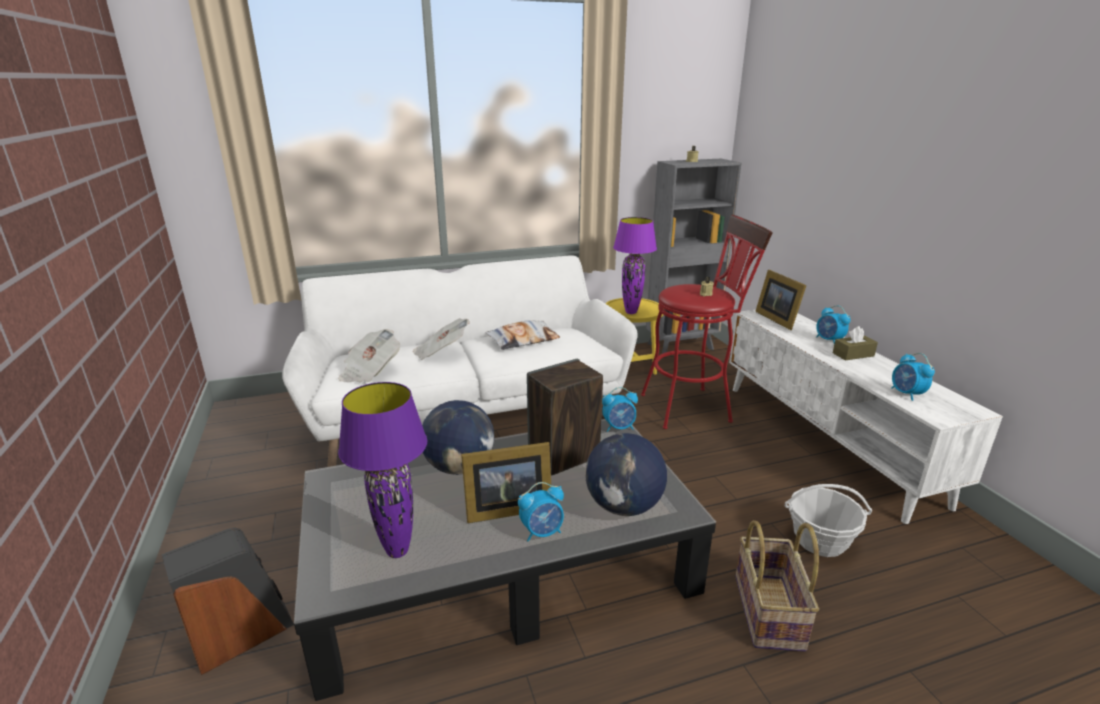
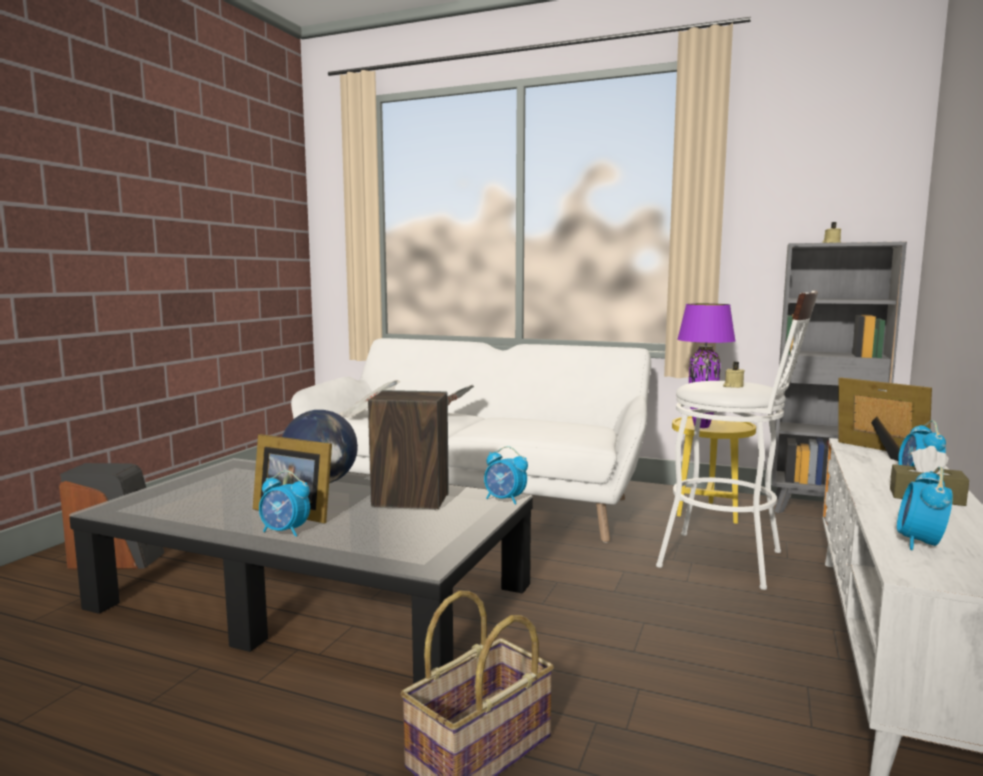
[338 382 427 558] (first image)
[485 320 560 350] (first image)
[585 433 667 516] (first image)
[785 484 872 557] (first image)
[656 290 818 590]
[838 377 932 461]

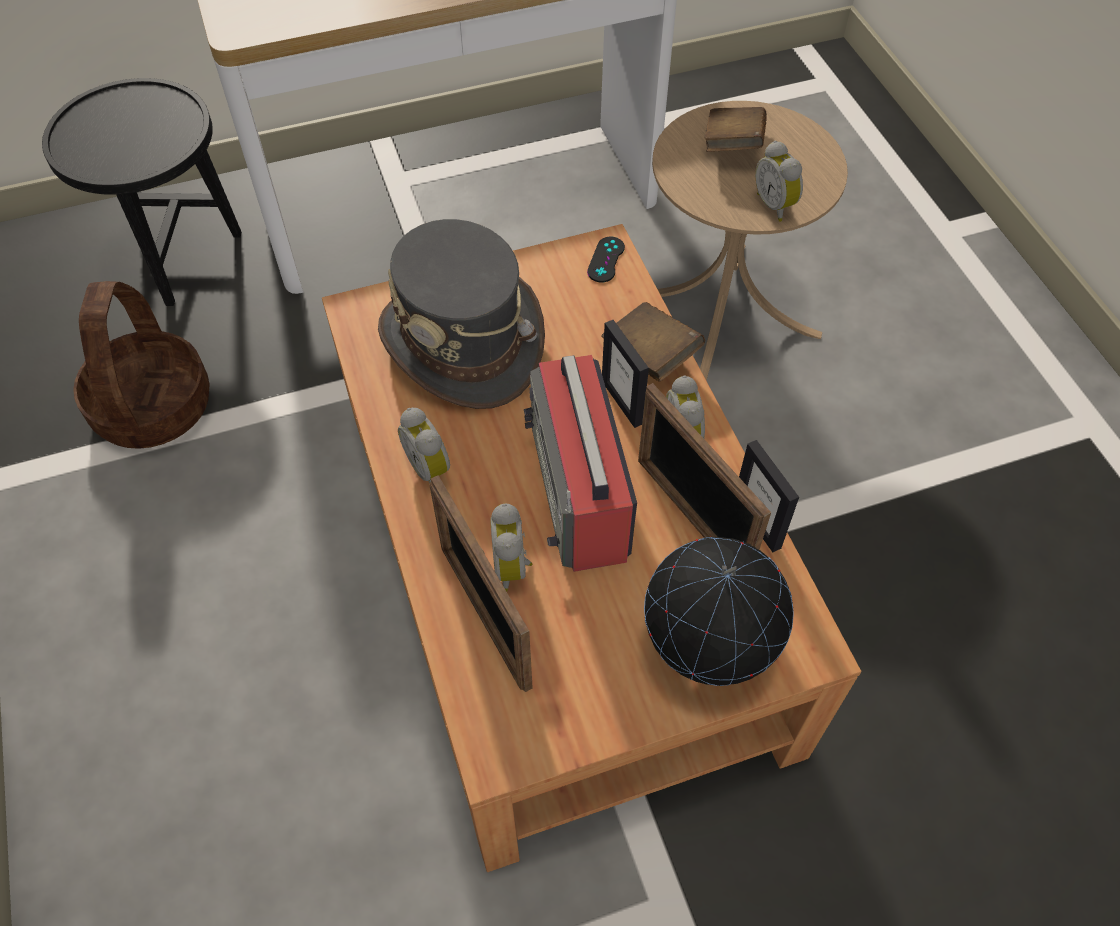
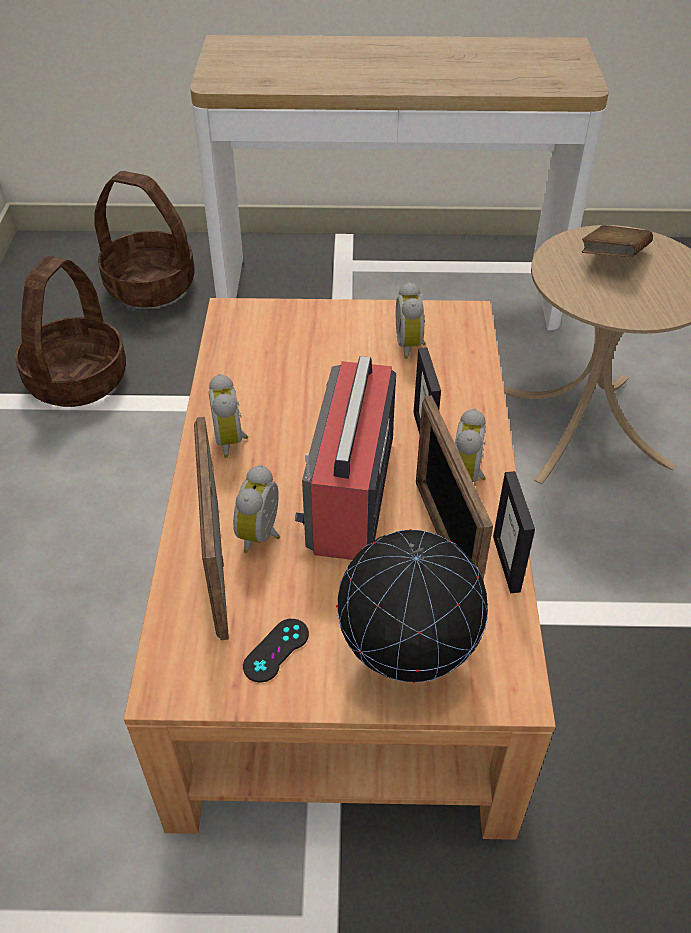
[378 219 545 409] (first image)
[601 302 705 382] (first image)
[243 619 309 682]
[396 282 426 359]
[94 171 195 308]

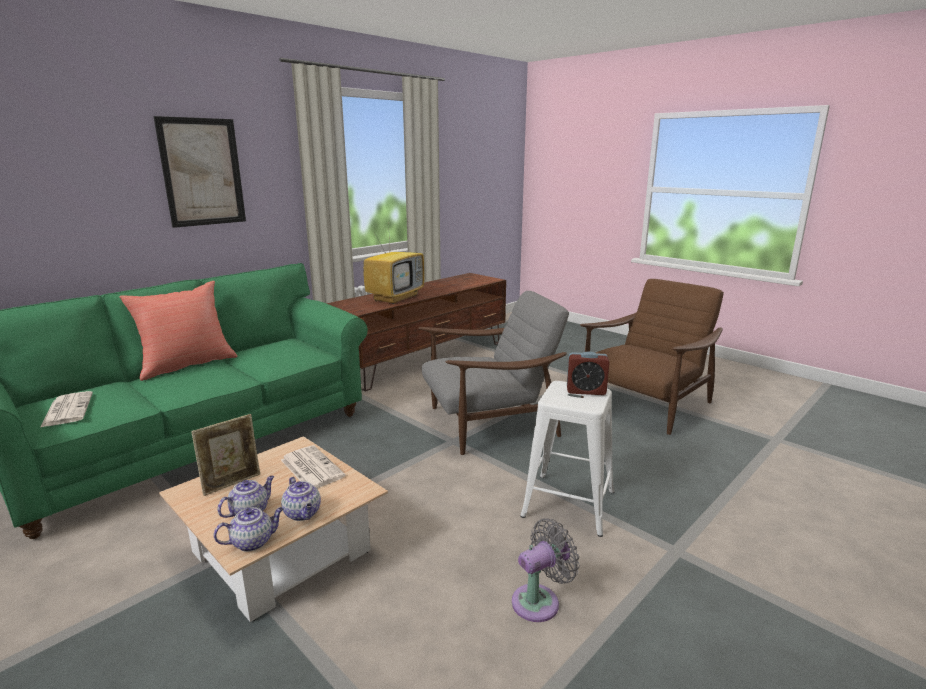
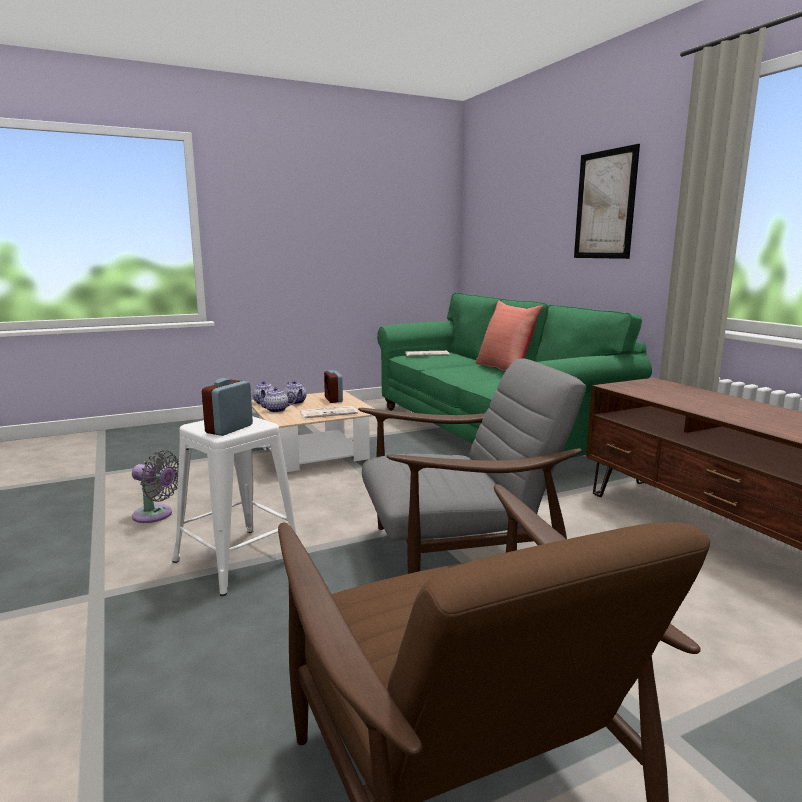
[363 220 424 304] (first image)
[324 370 343 403]
[358 359 586 574]
[132 450 179 523]

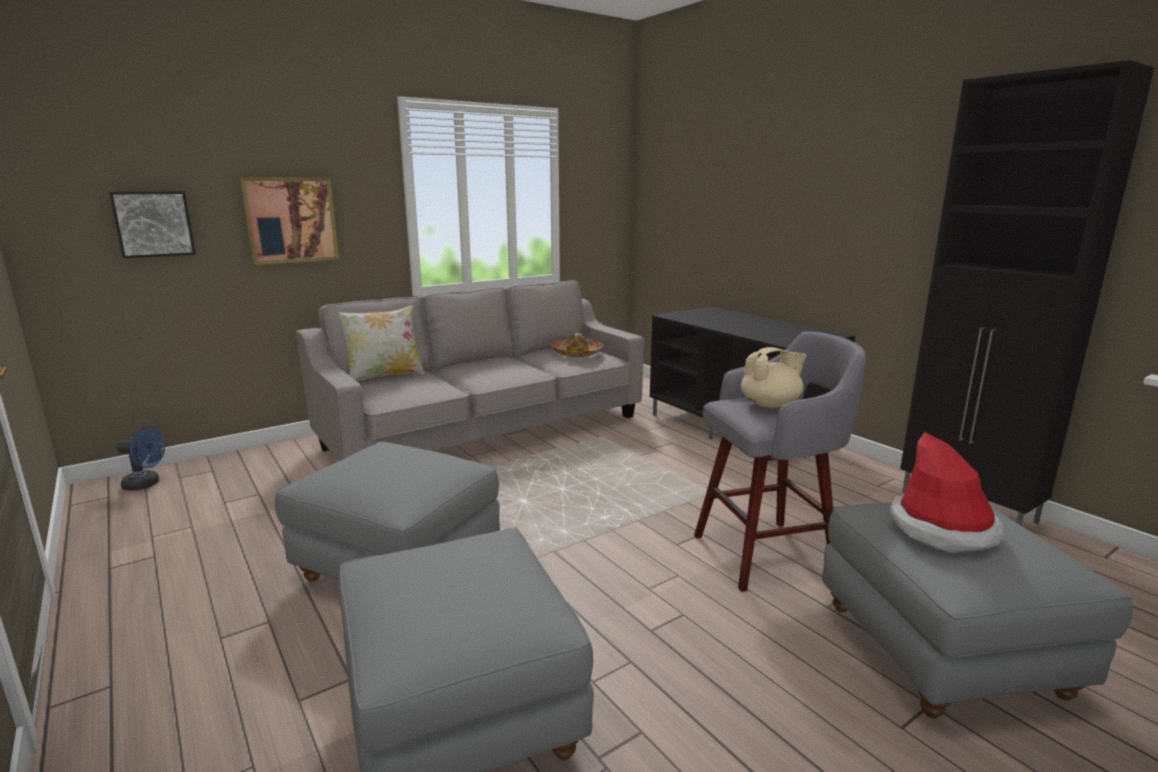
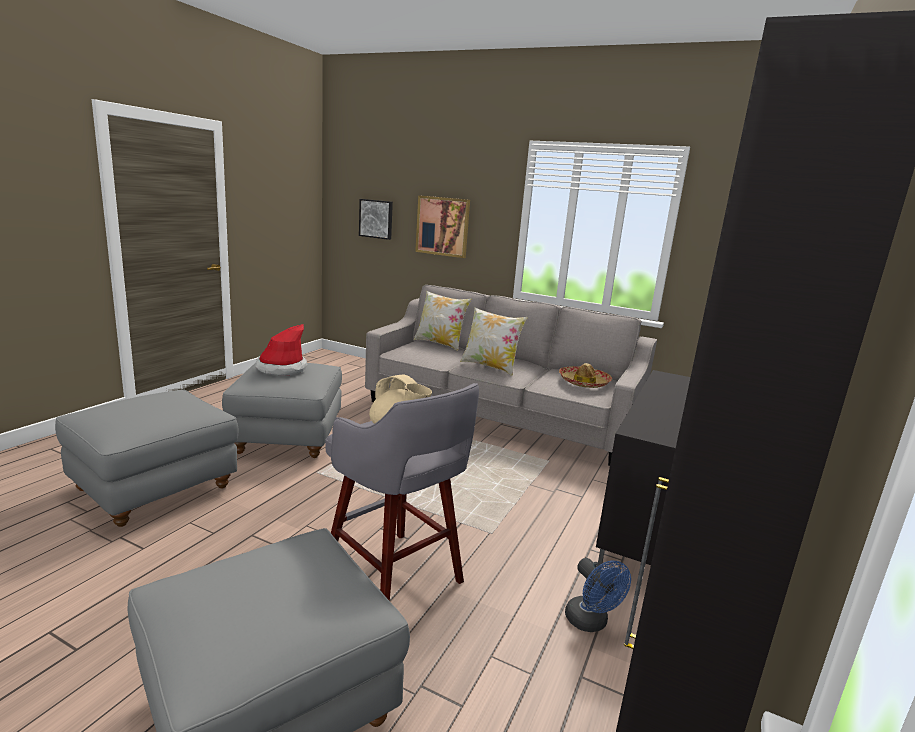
[460 307 528 376]
[565 558 631 632]
[255 324 307 376]

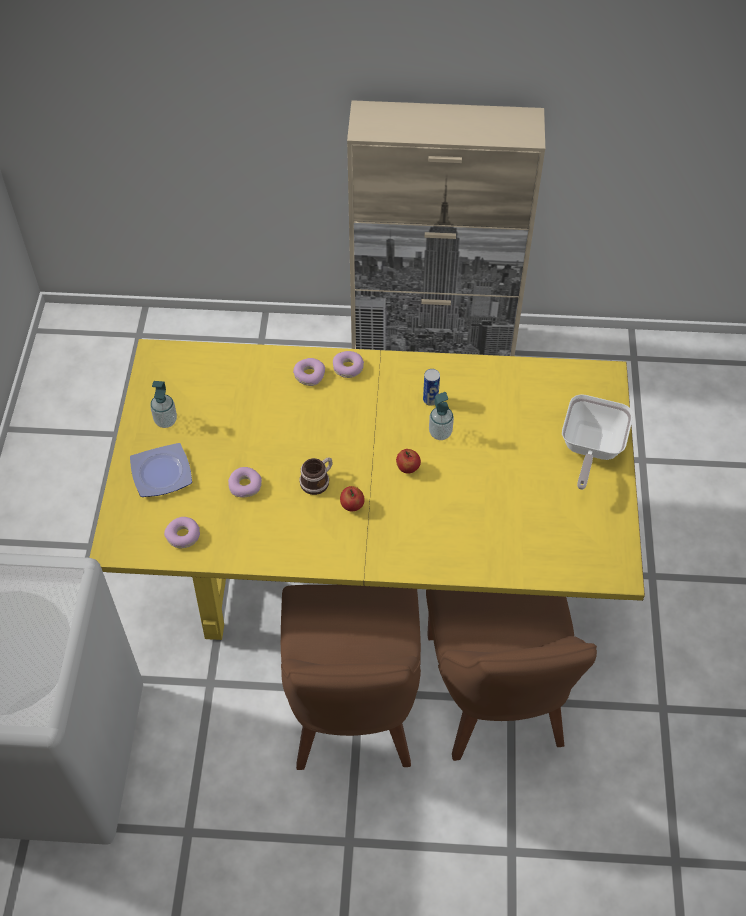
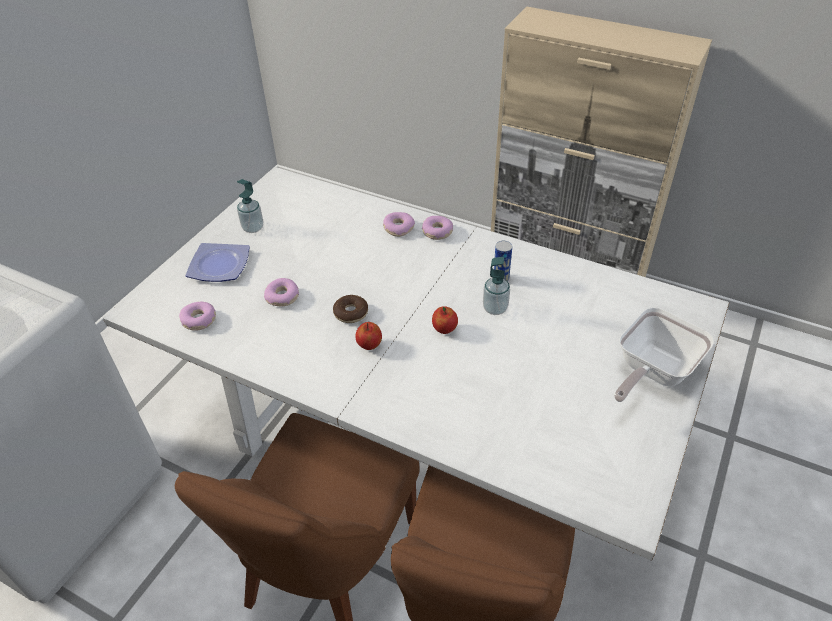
[333 295 368 323]
[103 167 729 561]

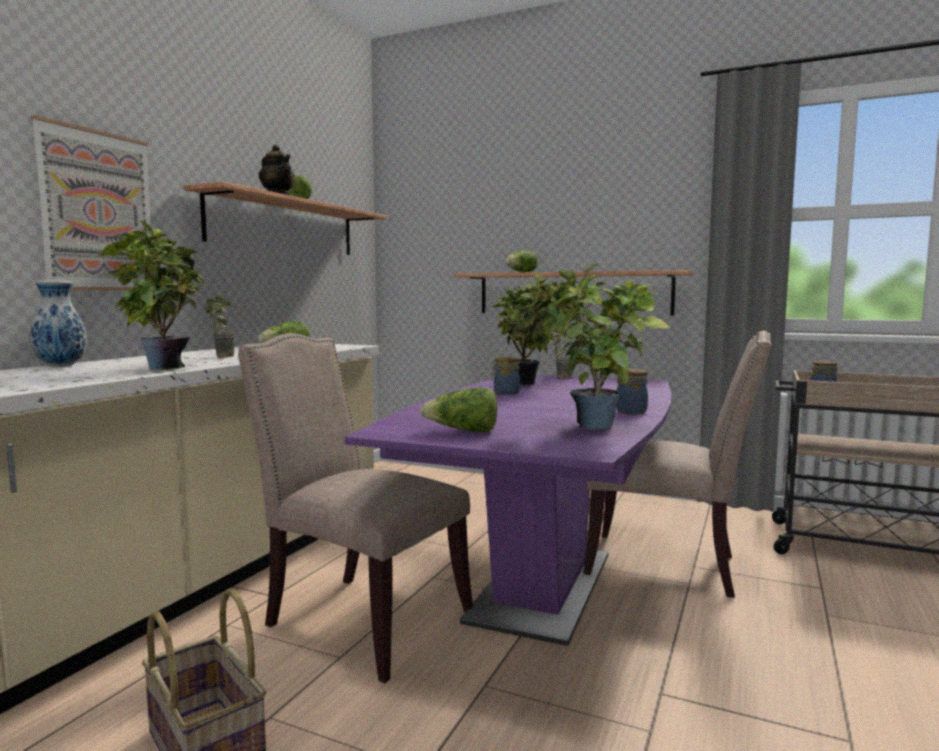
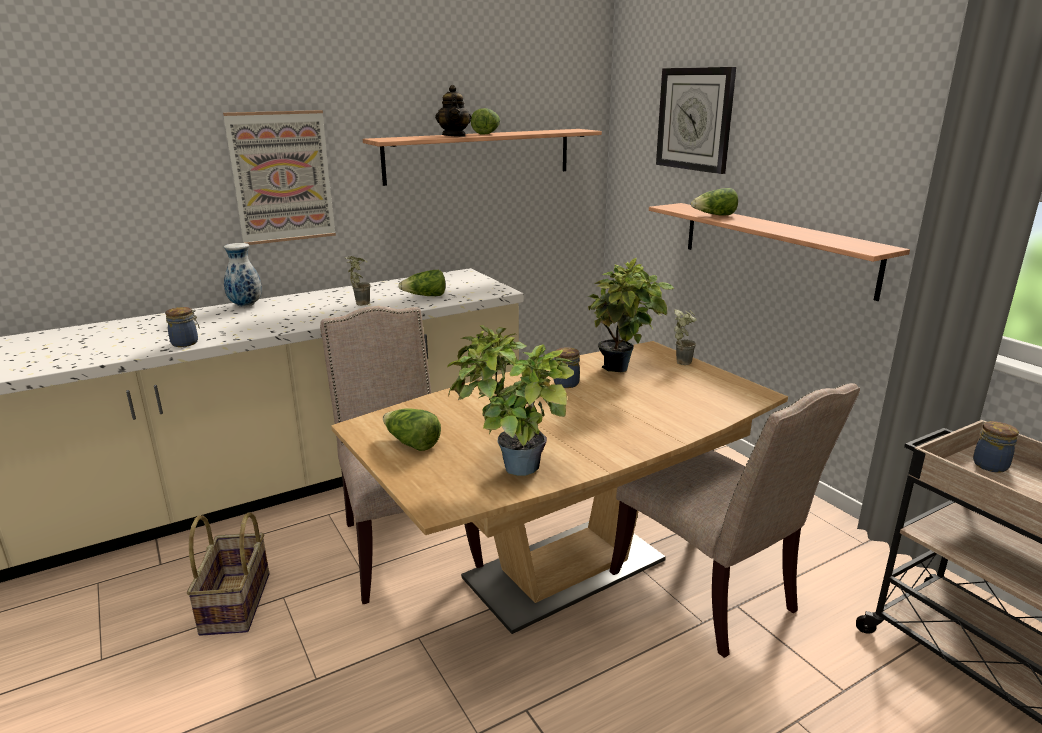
[98 220 204 370] (first image)
[656 67 736 174]
[165 307 200 347]
[331 341 788 634]

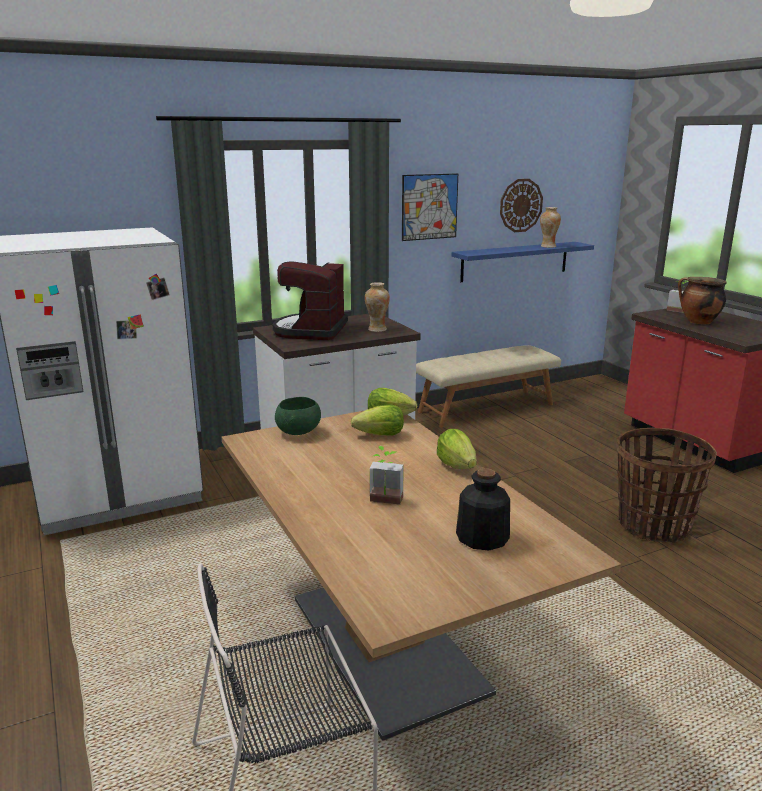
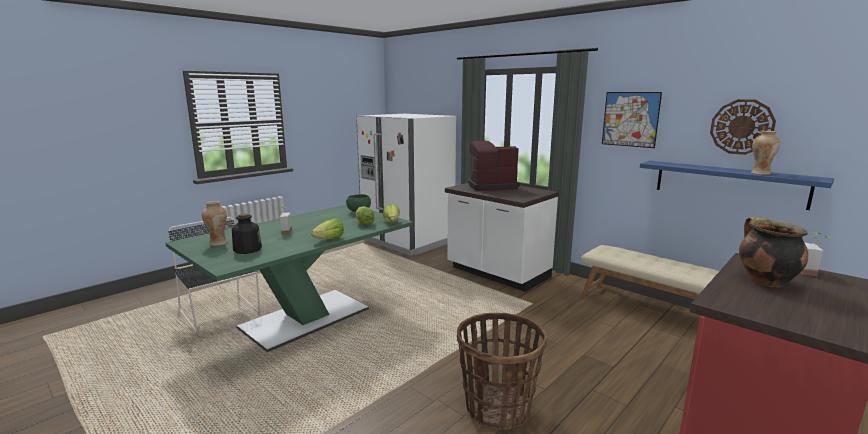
[202 201 228 246]
[165 205 413 352]

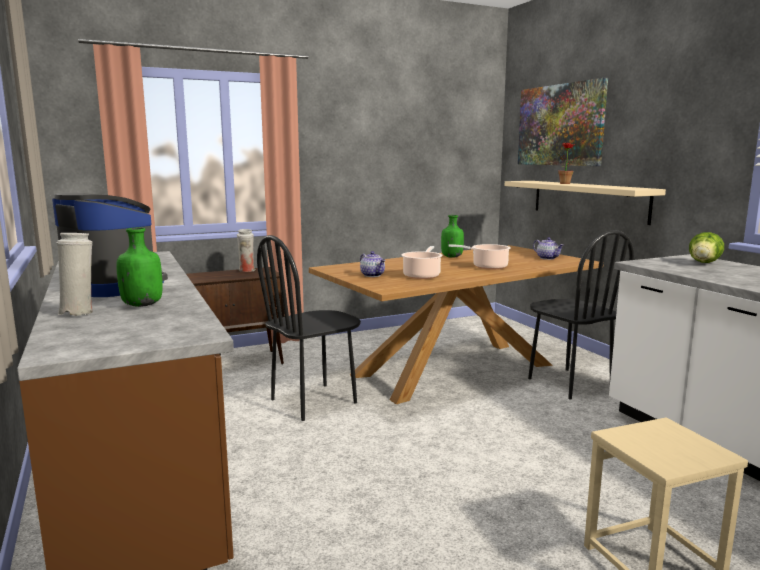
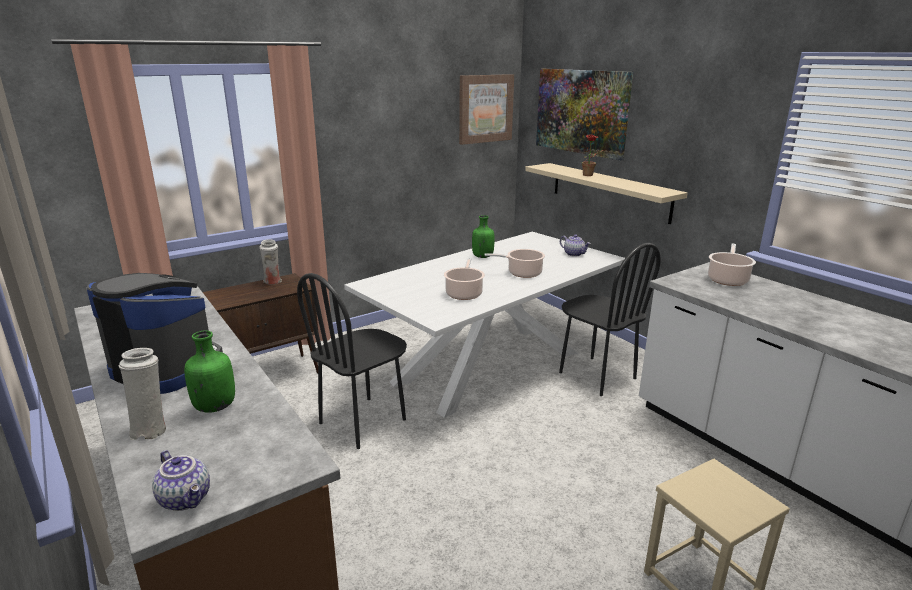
[459 74 514 145]
[152 450 210 511]
[708 244 756 286]
[344 232 625 418]

